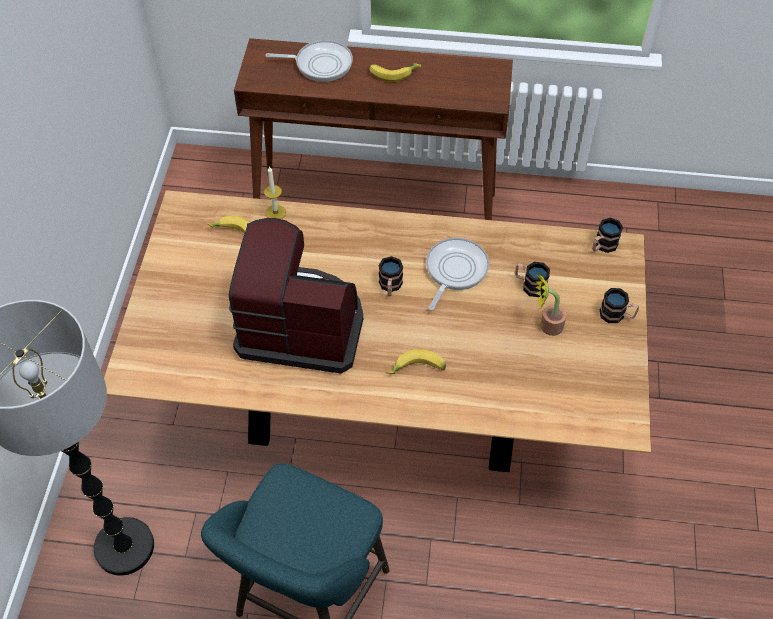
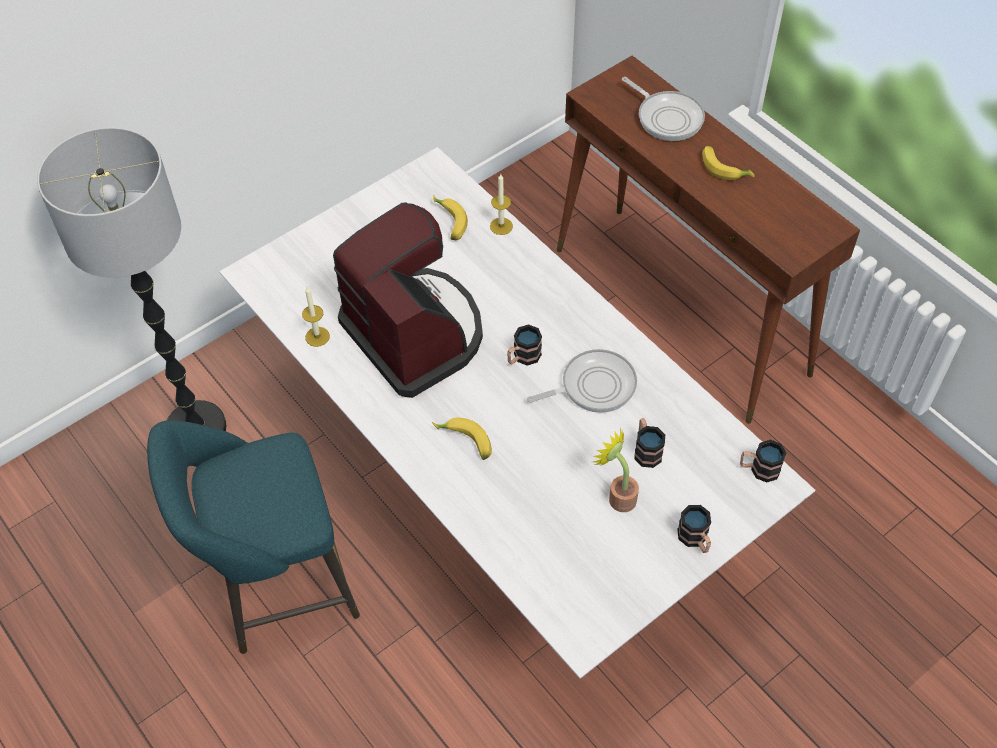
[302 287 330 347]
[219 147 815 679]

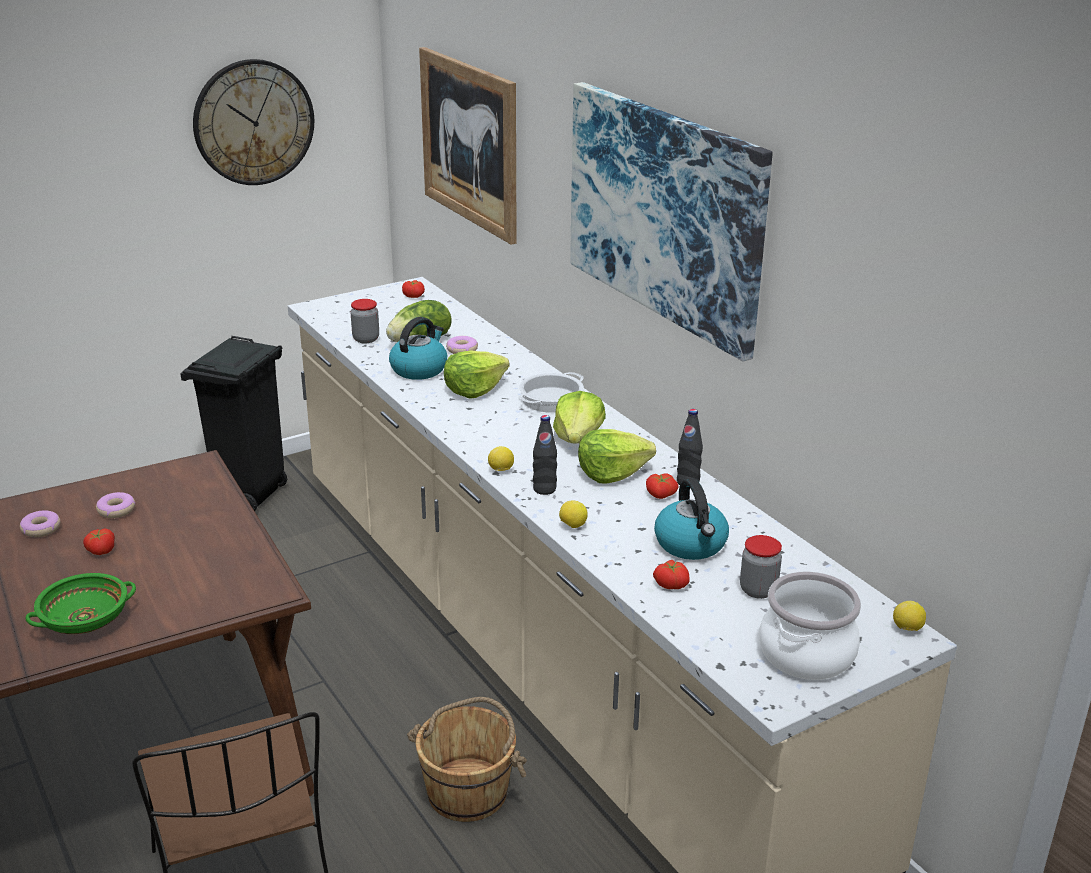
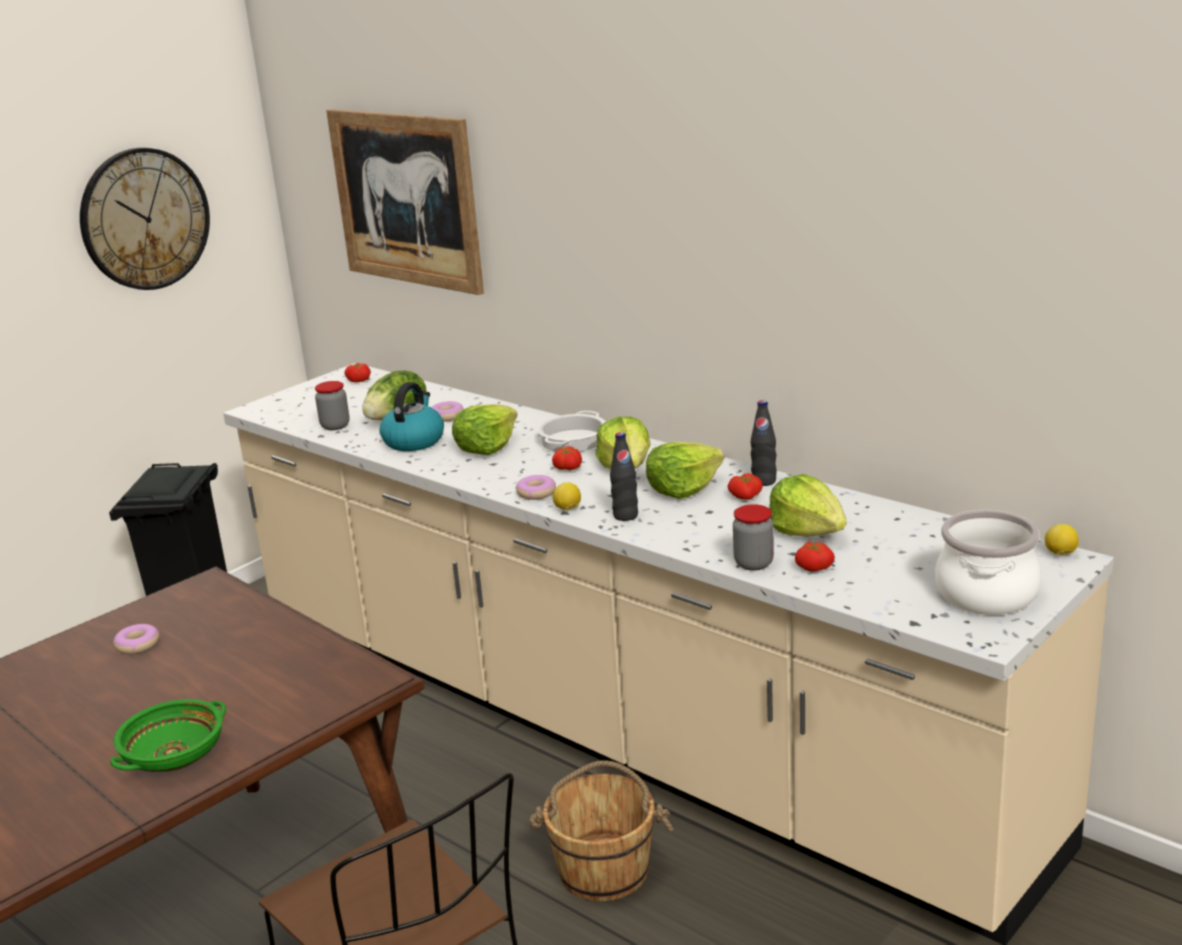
[559 500 588 528] (first image)
[570 82 773 362] (first image)
[516 475 556 500]
[552 446 582 470]
[733 504 774 571]
[769 474 847 537]

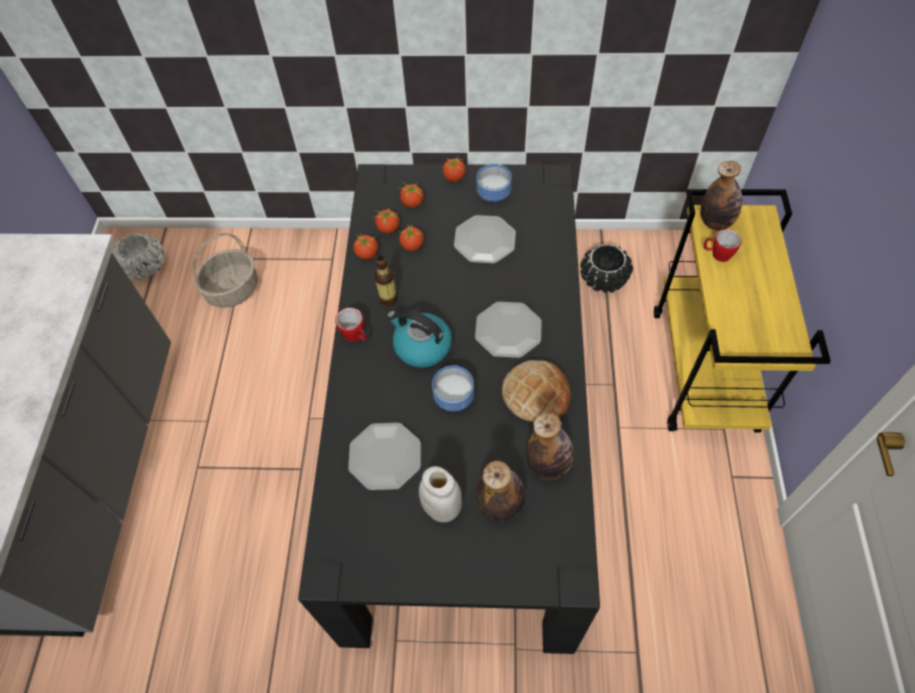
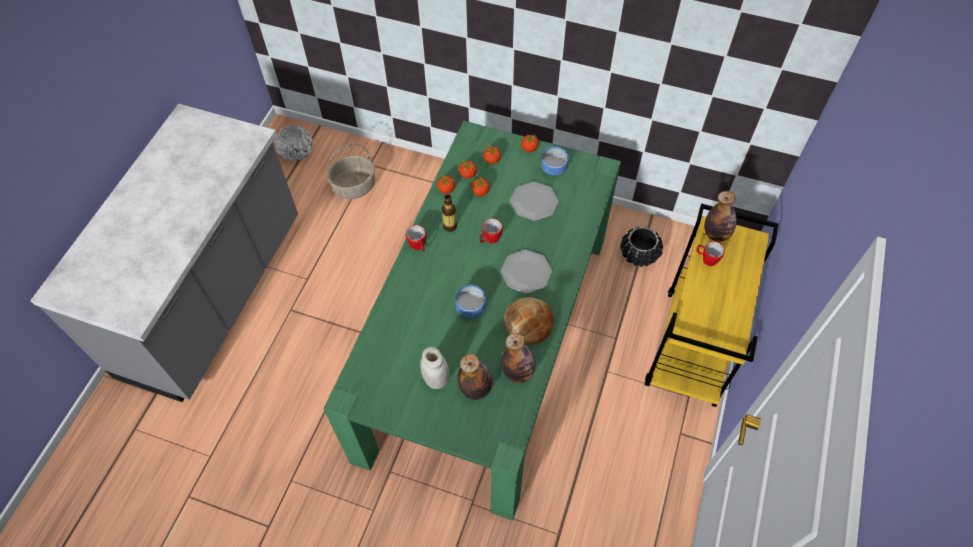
[348 423 421 490] (first image)
[387 310 452 368] (first image)
[479 219 503 244]
[324 121 621 521]

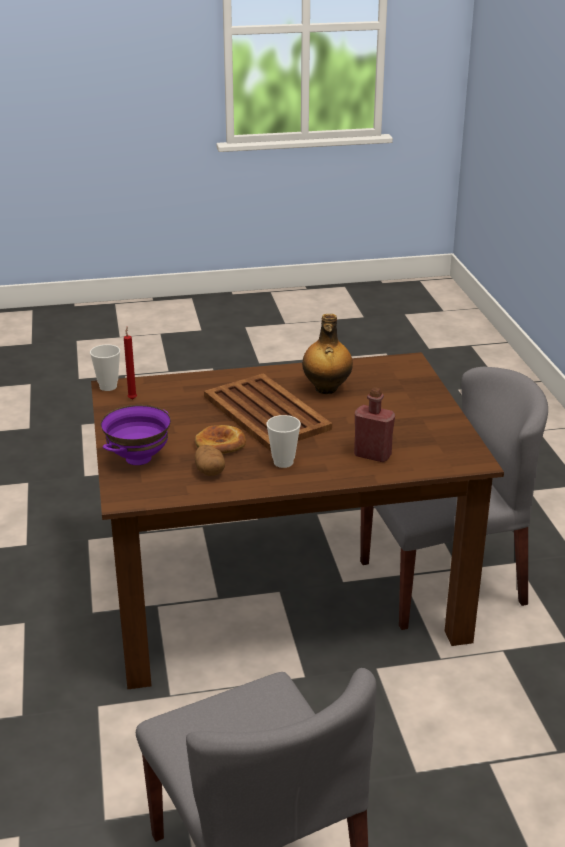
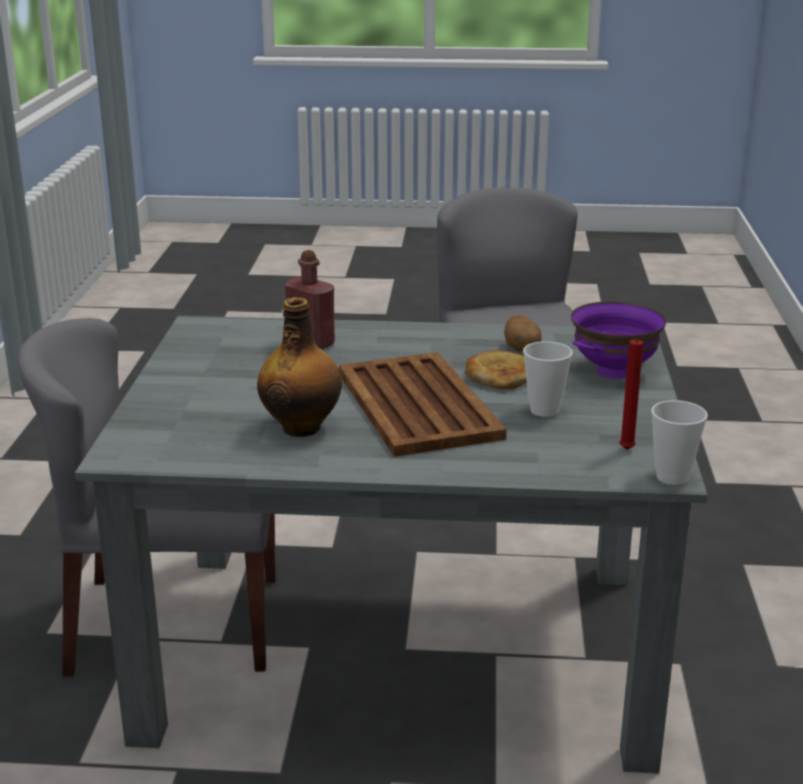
[523 341 573 417]
[75 316 708 773]

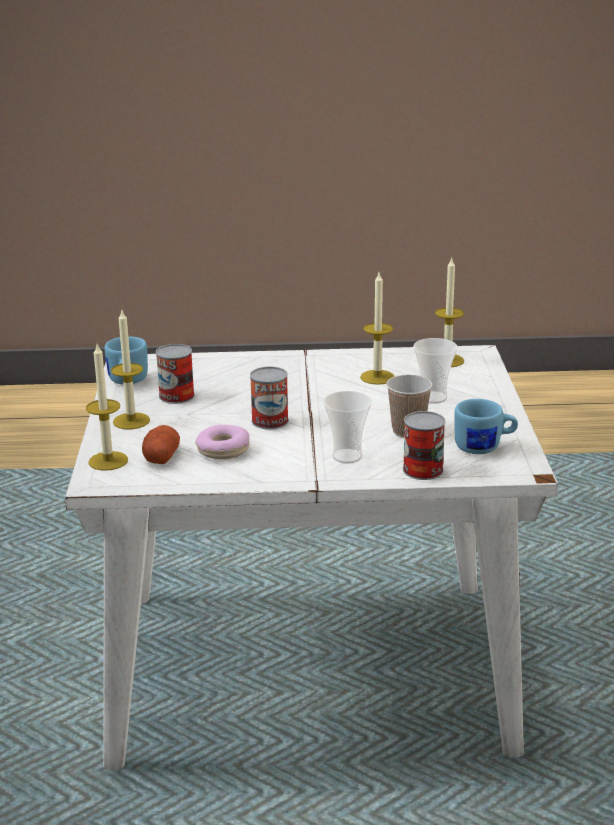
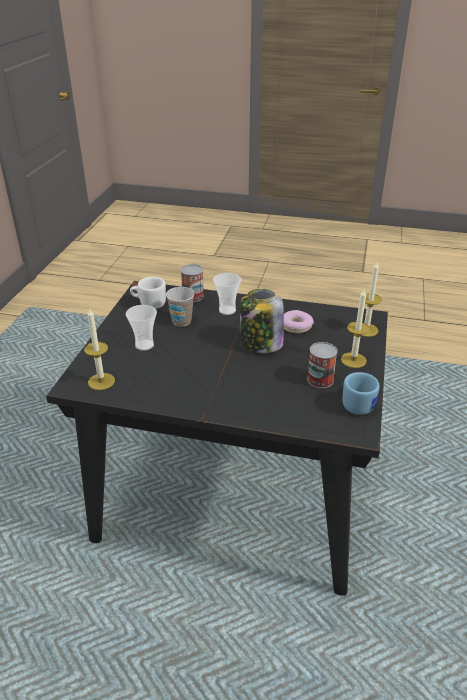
[142 425 180 464] (first image)
[360 273 395 385] (first image)
[240 289 284 353]
[46 281 388 596]
[130 277 166 309]

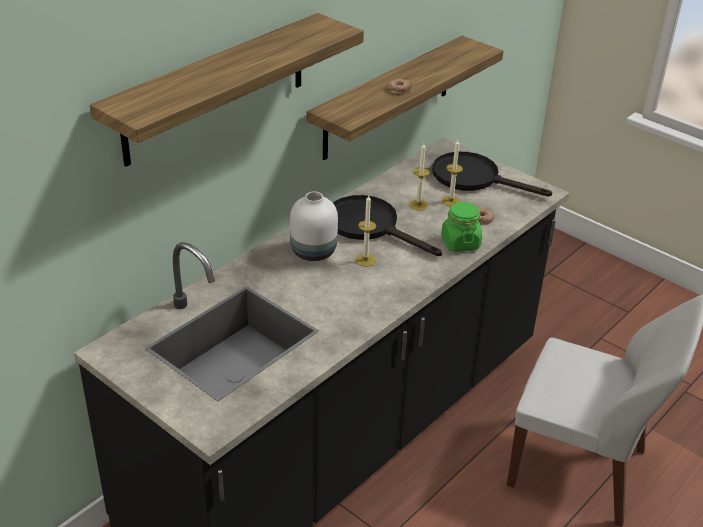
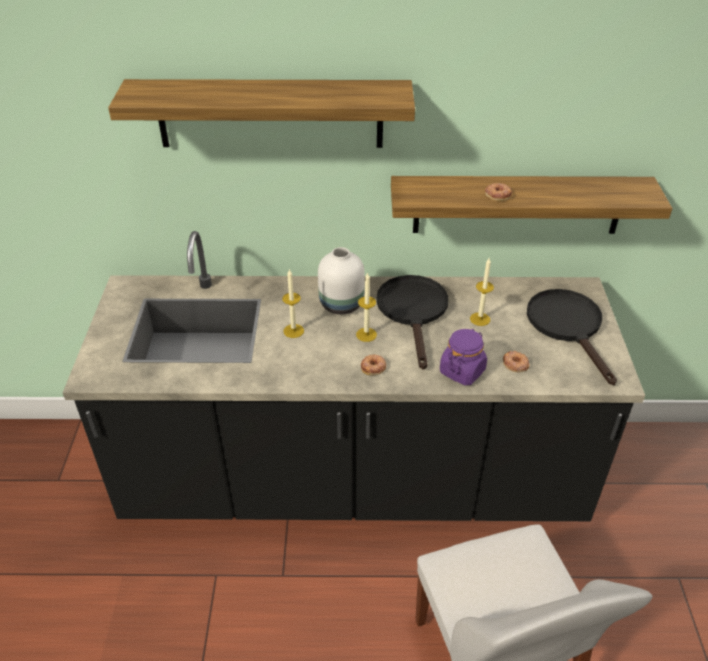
[361 355 386 376]
[282 269 304 338]
[440 329 487 385]

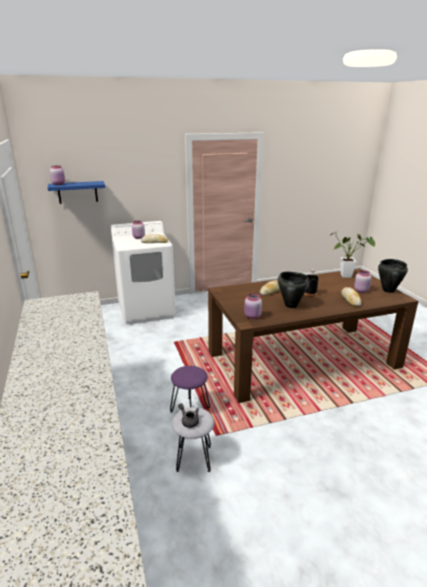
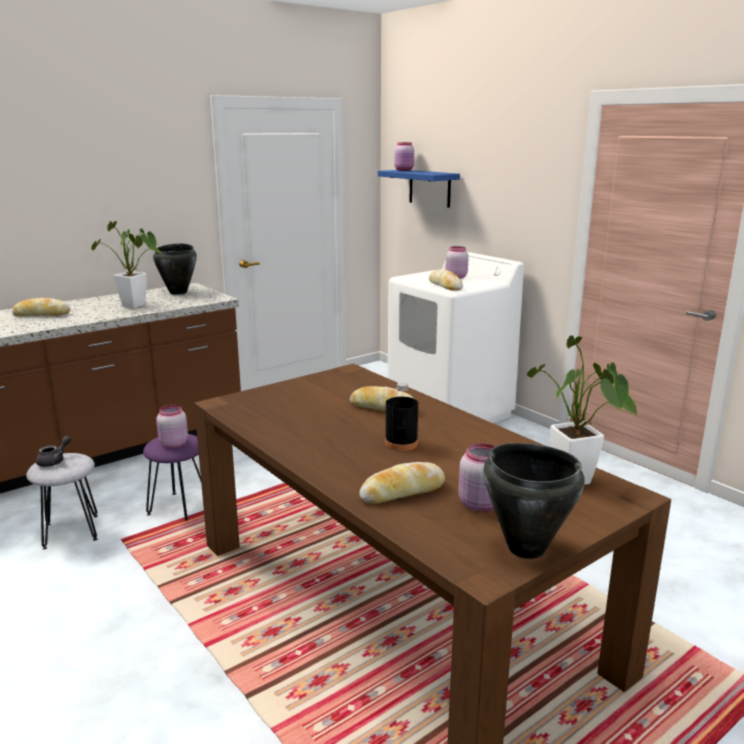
[12 298 70 316]
[91 221 162 308]
[156 405 188 448]
[153 243 197 295]

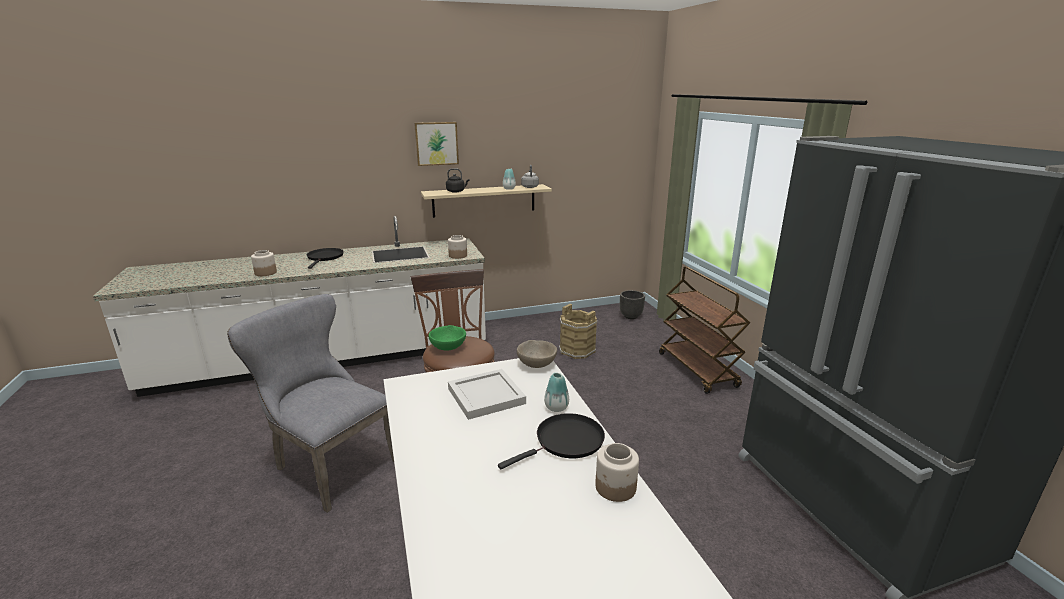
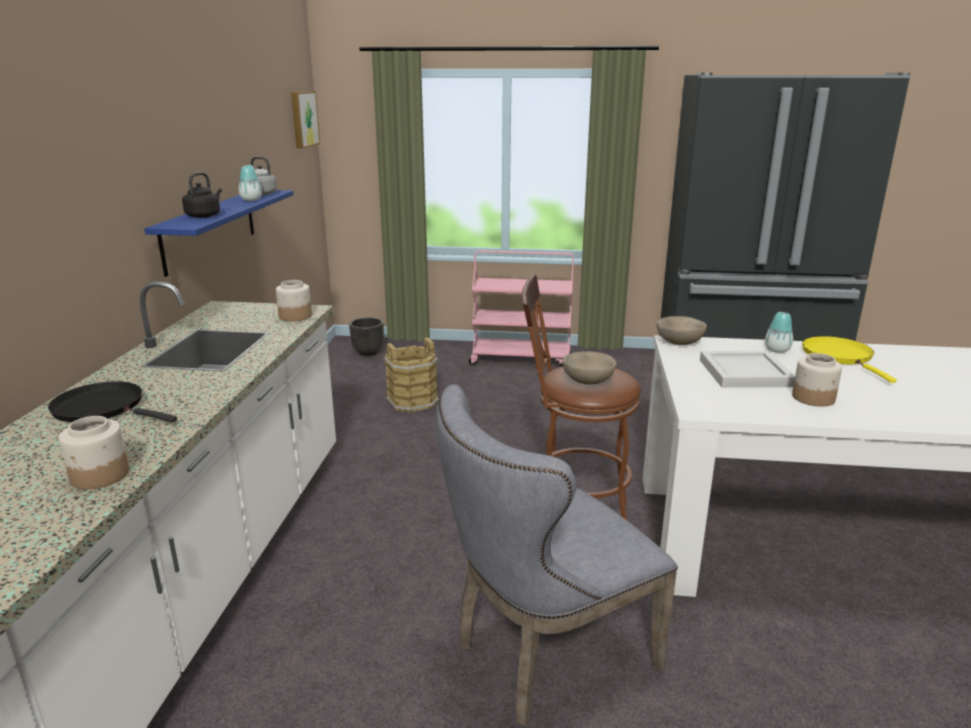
[291 91 320 149]
[792 353 842 407]
[144 190 294 277]
[562 351 617 385]
[802 336 897 383]
[469 250 574 367]

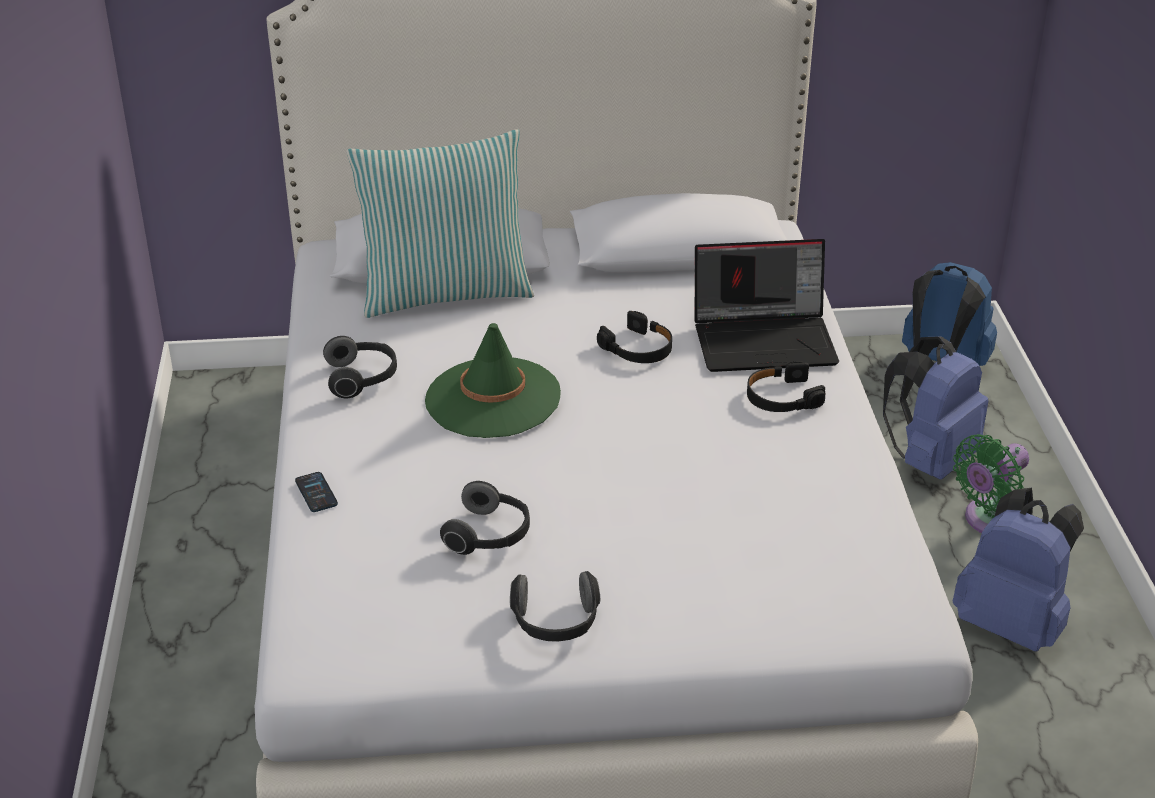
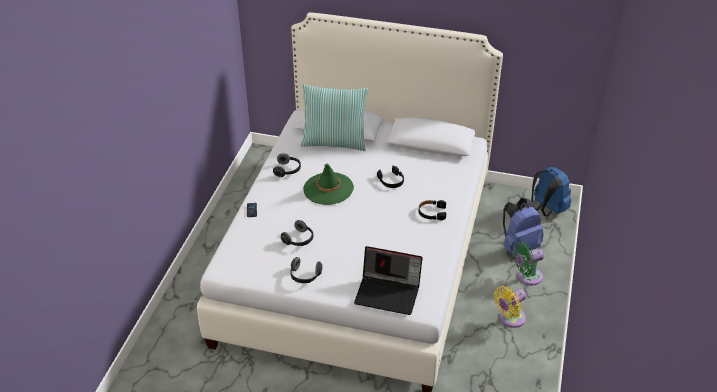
[354 246 423 315]
[494 286 526 328]

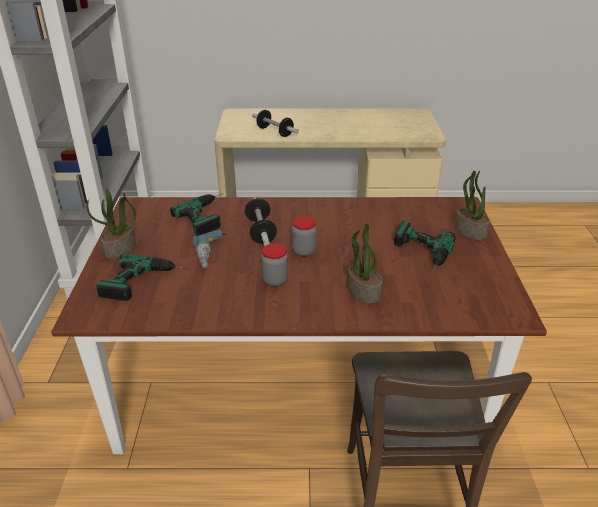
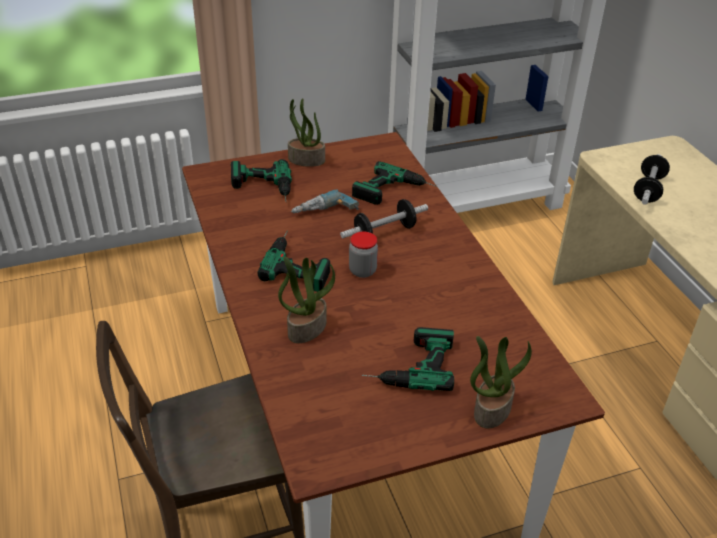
[257 230 330 292]

